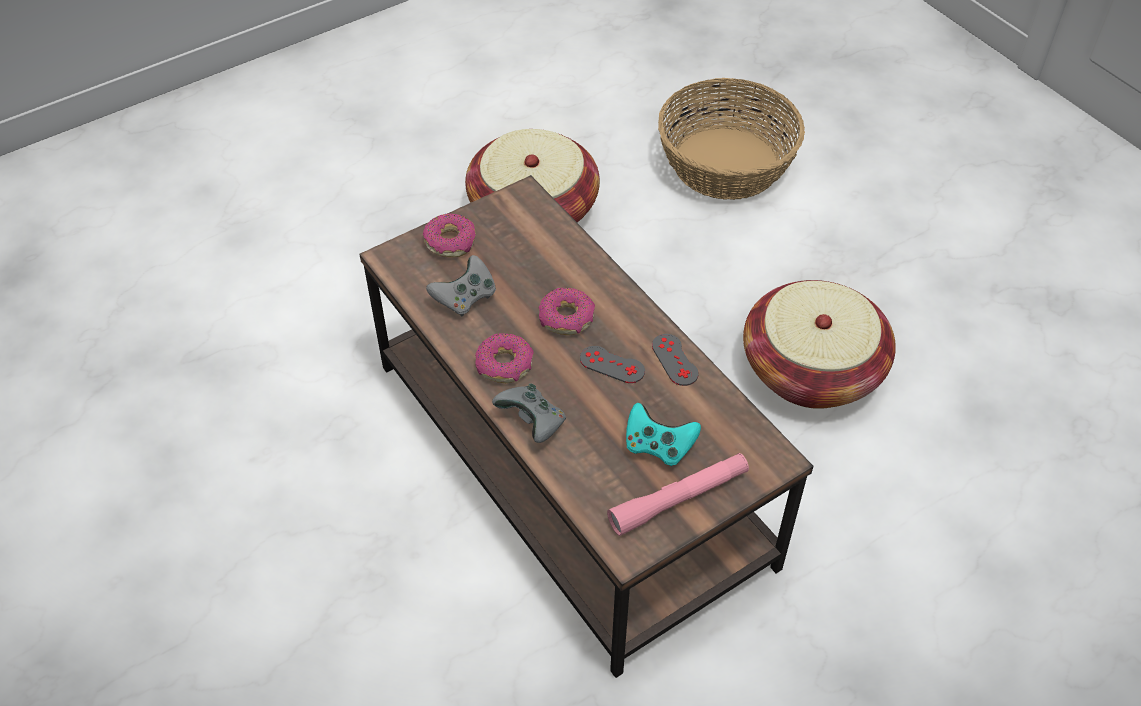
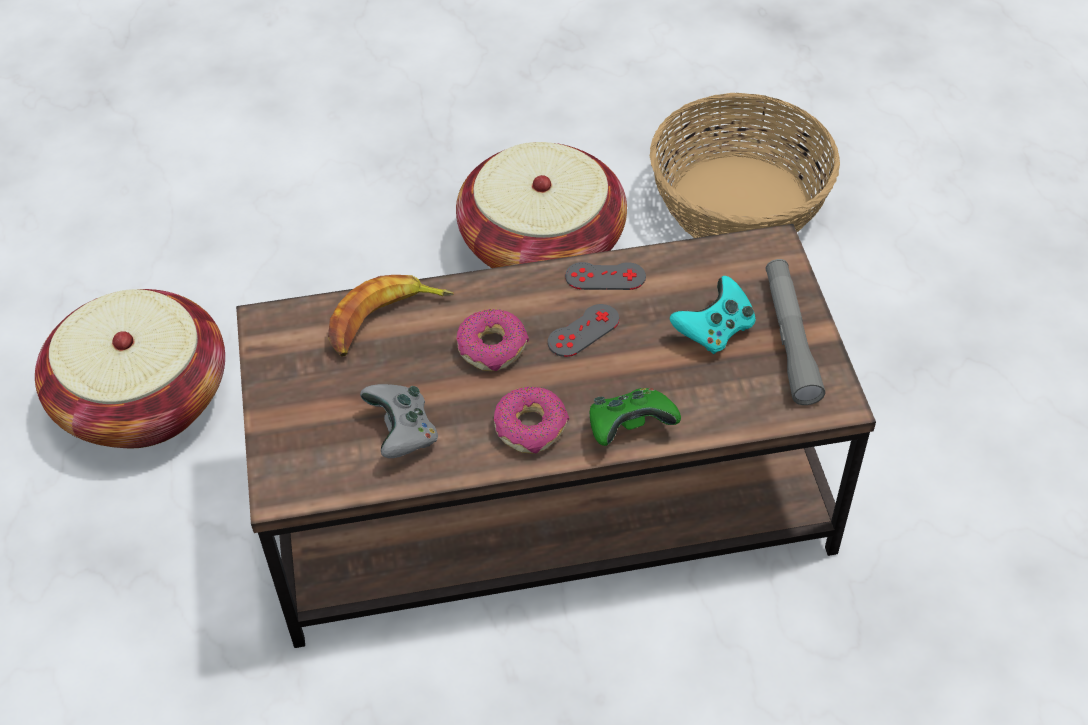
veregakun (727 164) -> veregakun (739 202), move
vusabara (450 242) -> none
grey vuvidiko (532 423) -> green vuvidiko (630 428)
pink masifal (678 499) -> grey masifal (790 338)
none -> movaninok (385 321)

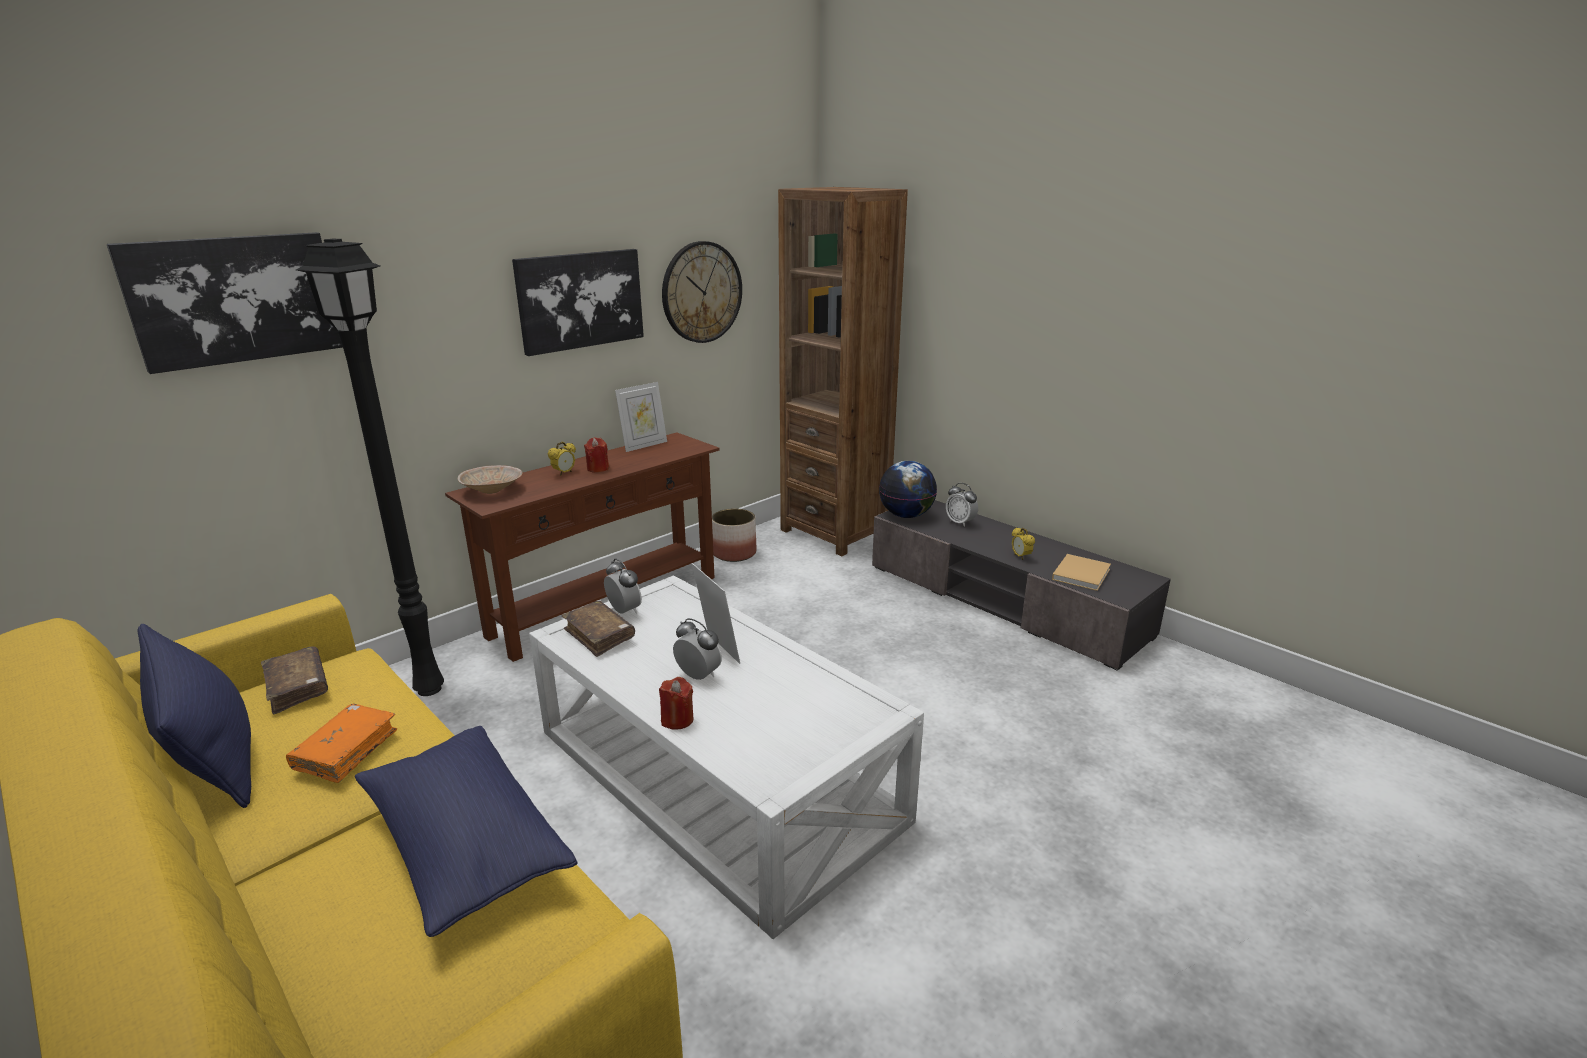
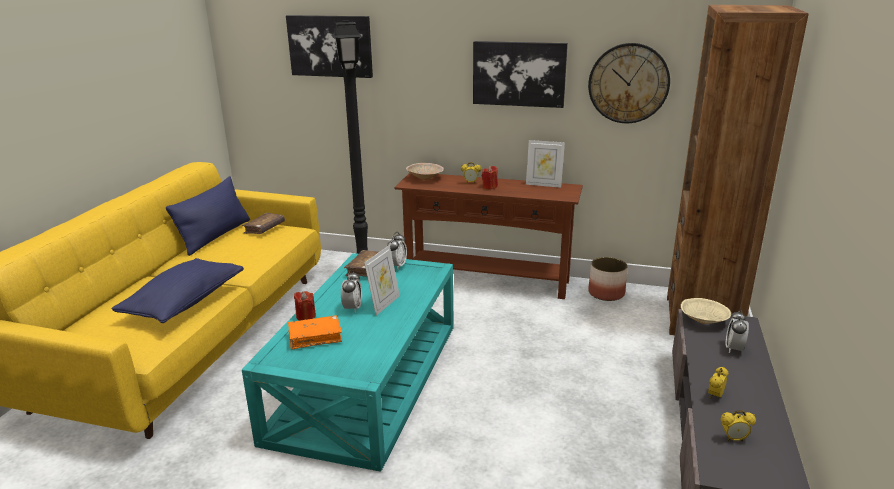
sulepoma (906 515) -> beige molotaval (704 321)
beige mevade (1081 573) -> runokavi (734 439)
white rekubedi (714 776) -> turquoise rekubedi (365 379)
orange mevade (346 751) -> orange mevade (315 337), move

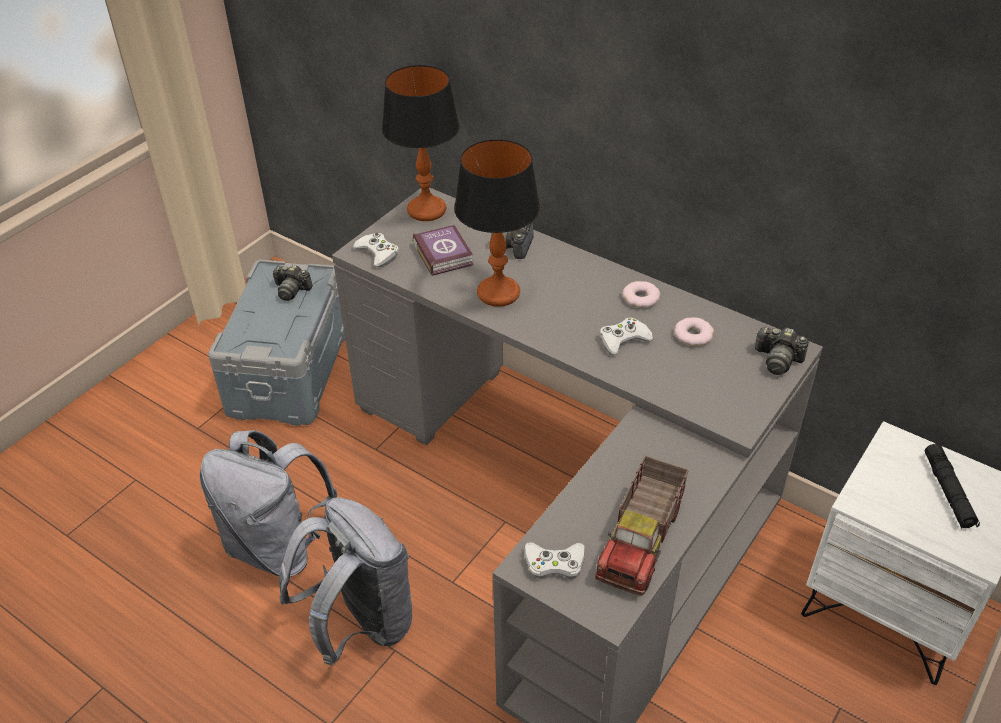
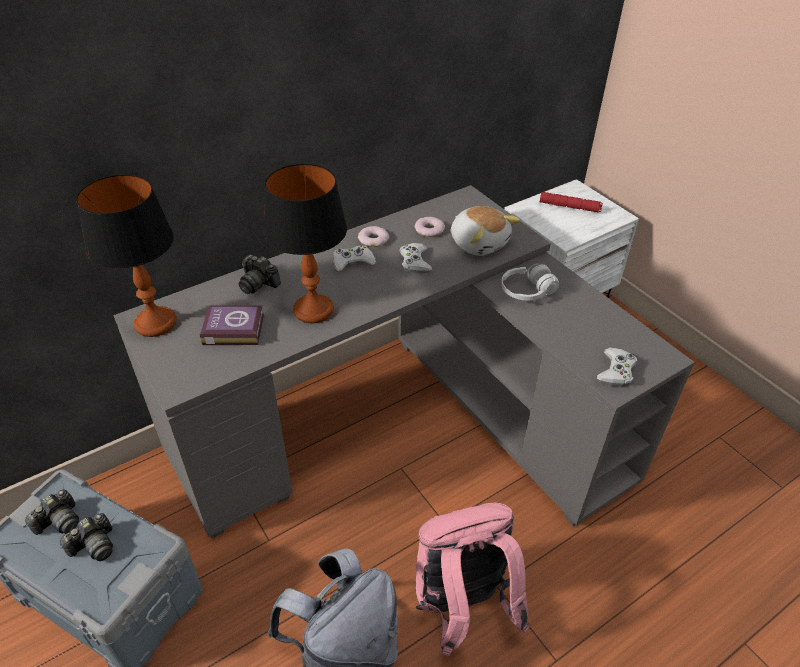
white vuvidiko (378 253) -> white vuvidiko (353 262), move
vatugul (777 360) -> vatugul (94 545), move
black masifal (948 492) -> red masifal (569 207)
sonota (642 541) -> none
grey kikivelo (360 624) -> pink kikivelo (462 607)
none -> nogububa (479 243)
none -> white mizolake (527 291)

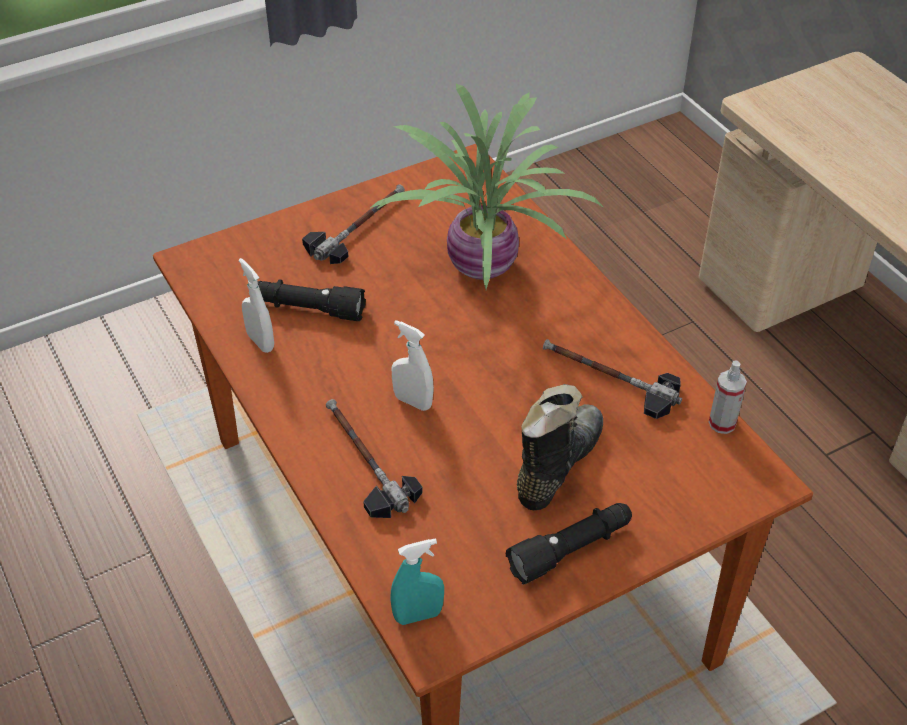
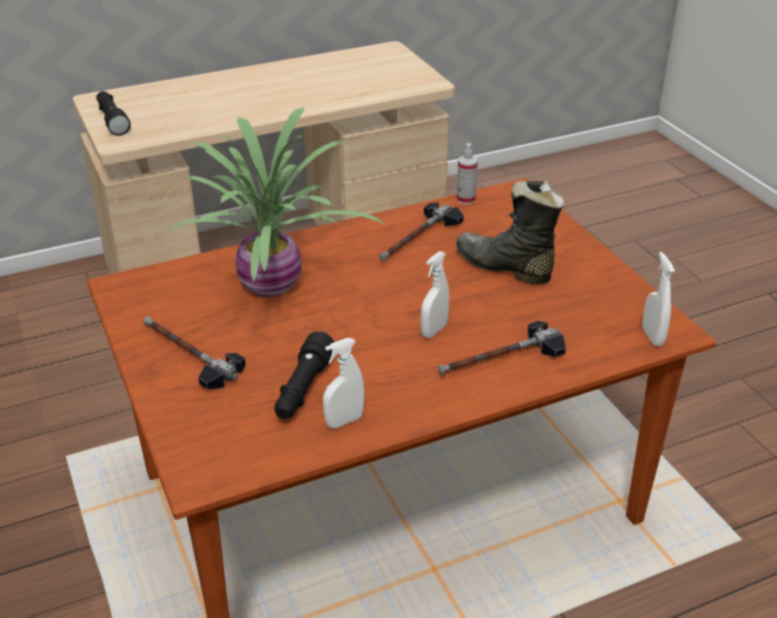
black masifal (571 549) -> black masifal (112 120), move
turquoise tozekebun (418 615) -> white tozekebun (652 337)

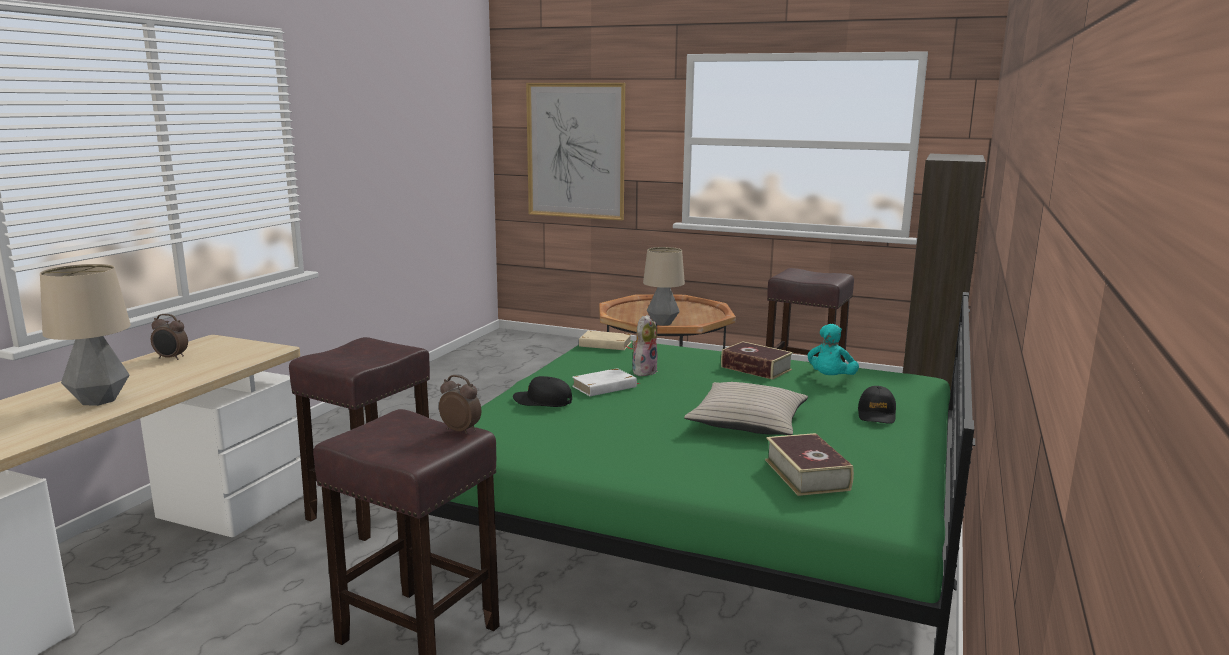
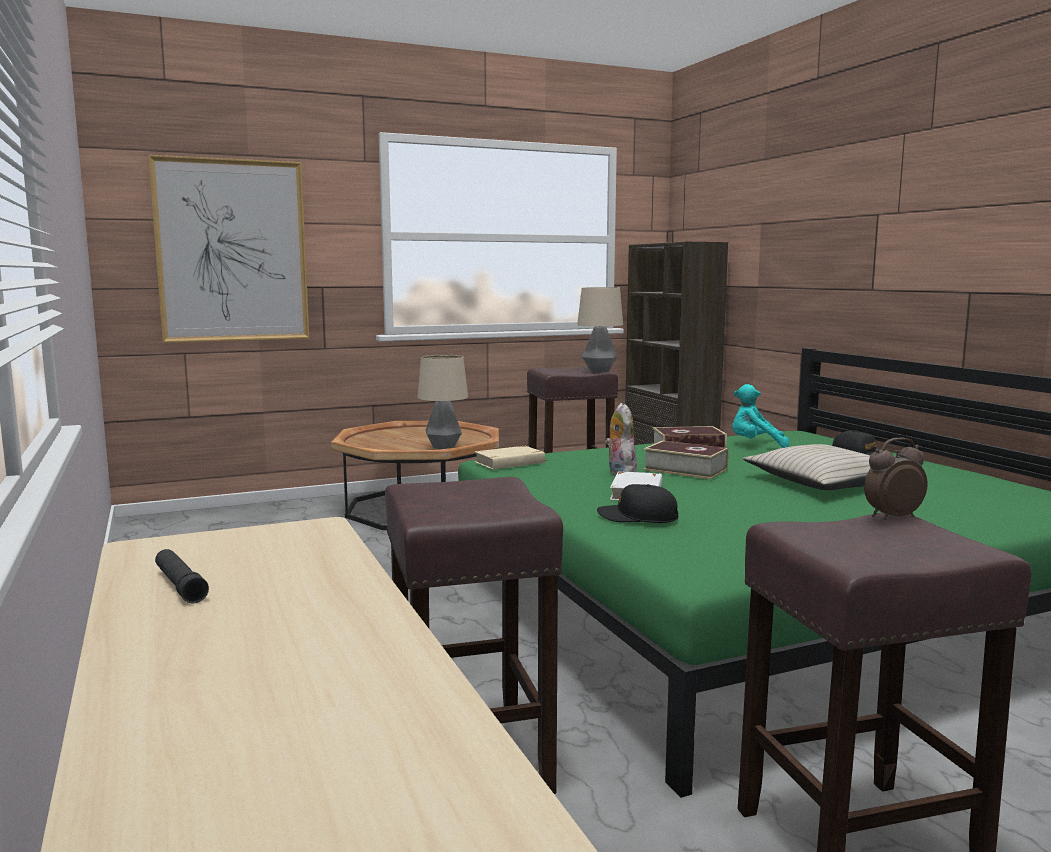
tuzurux (98 400) -> tuzurux (599 370), move
runokavi (171 358) -> black masifal (180 585)
turquoise nogububa (830 379) -> turquoise nogububa (755 445), 120 degrees clockwise
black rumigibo (542 401) -> black rumigibo (637 517), 45 degrees clockwise
mevade (806 474) -> mevade (685 469), move

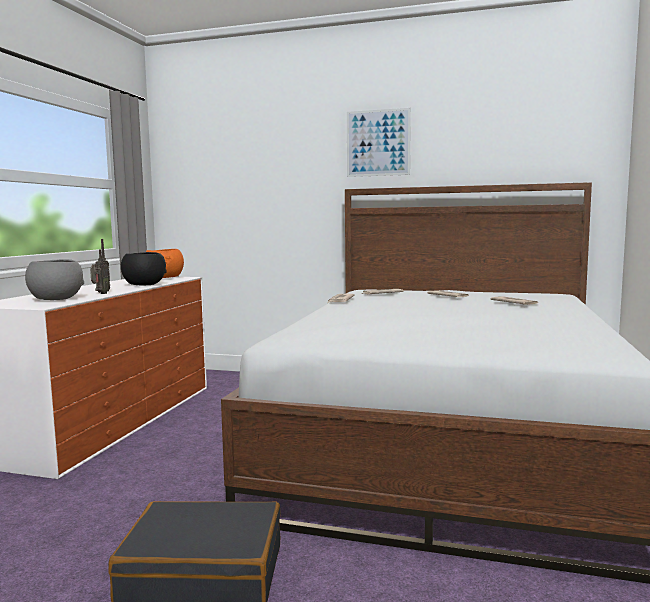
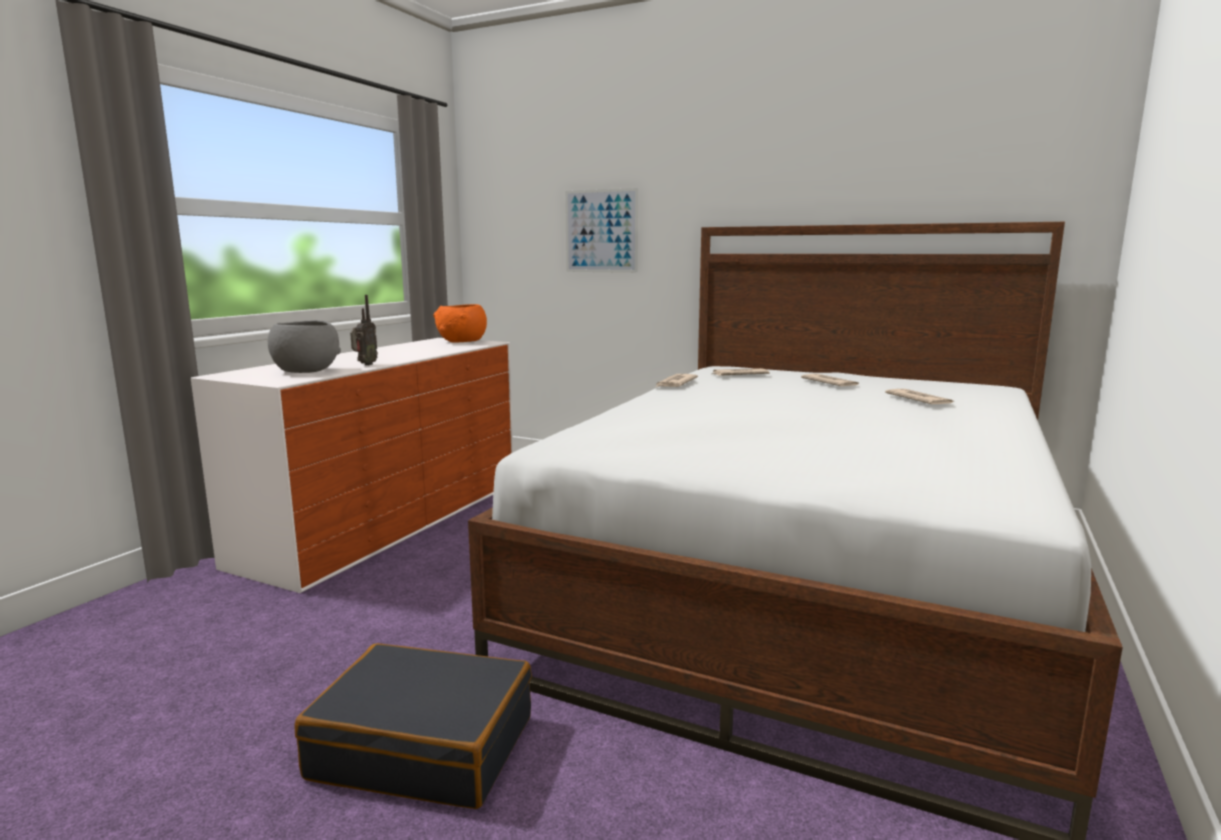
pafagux (378 143) -> pafagux (601 231), move
black molotaval (144 285) -> none

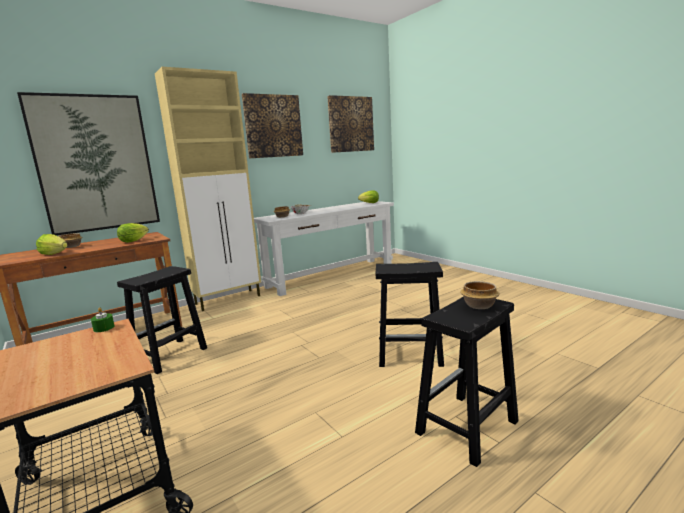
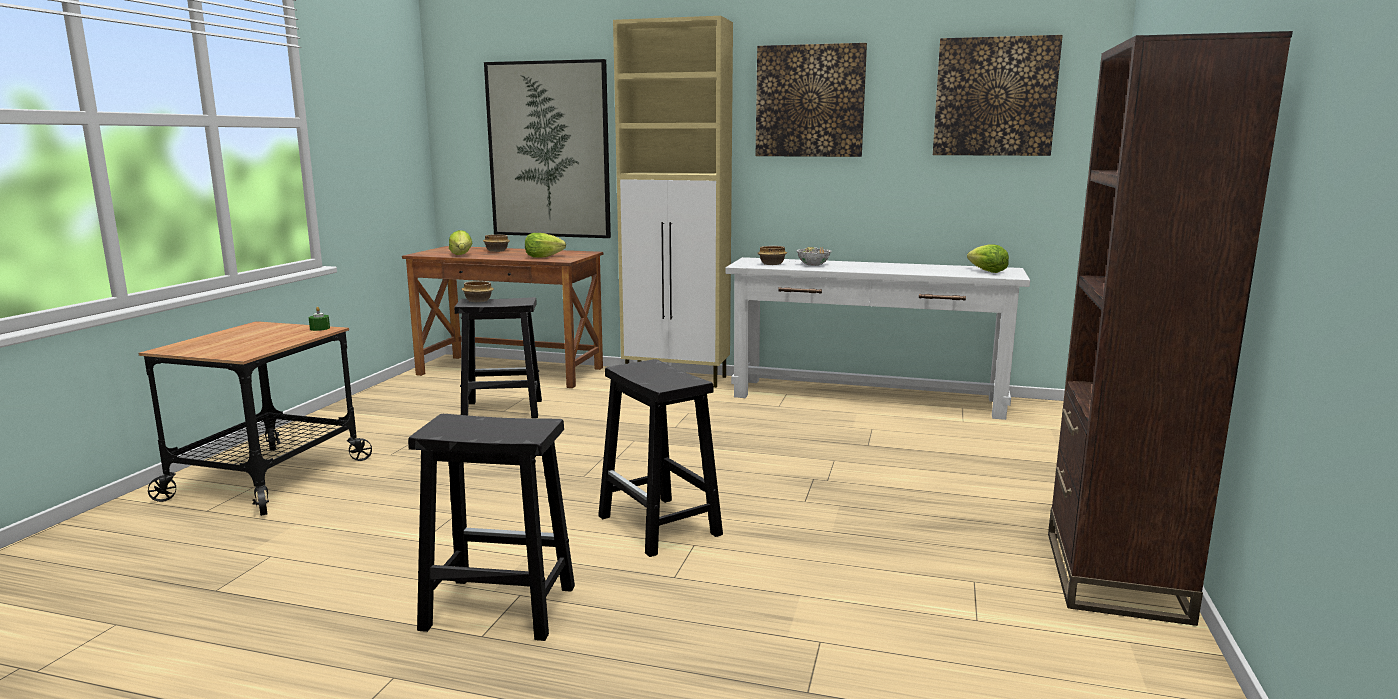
molotaval (478 306) -> molotaval (478 300), move
none -> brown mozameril (1114 575)

